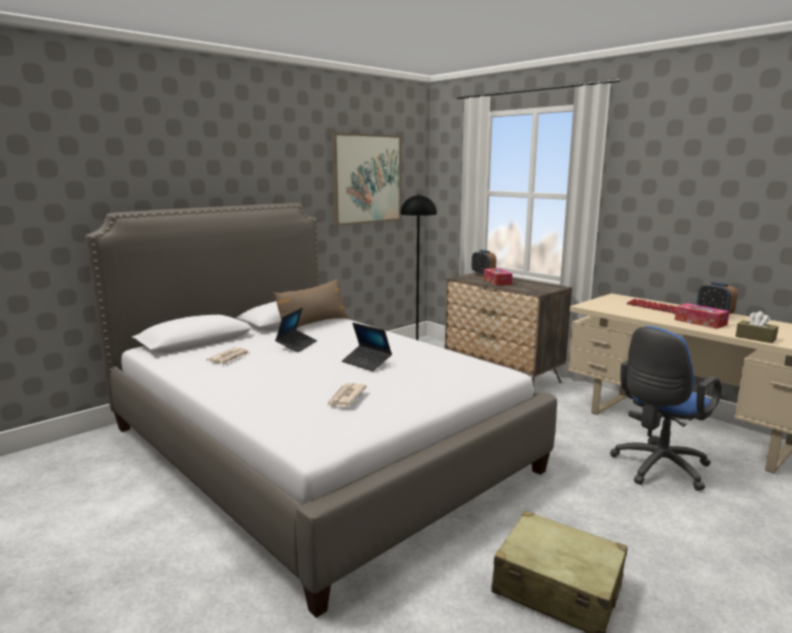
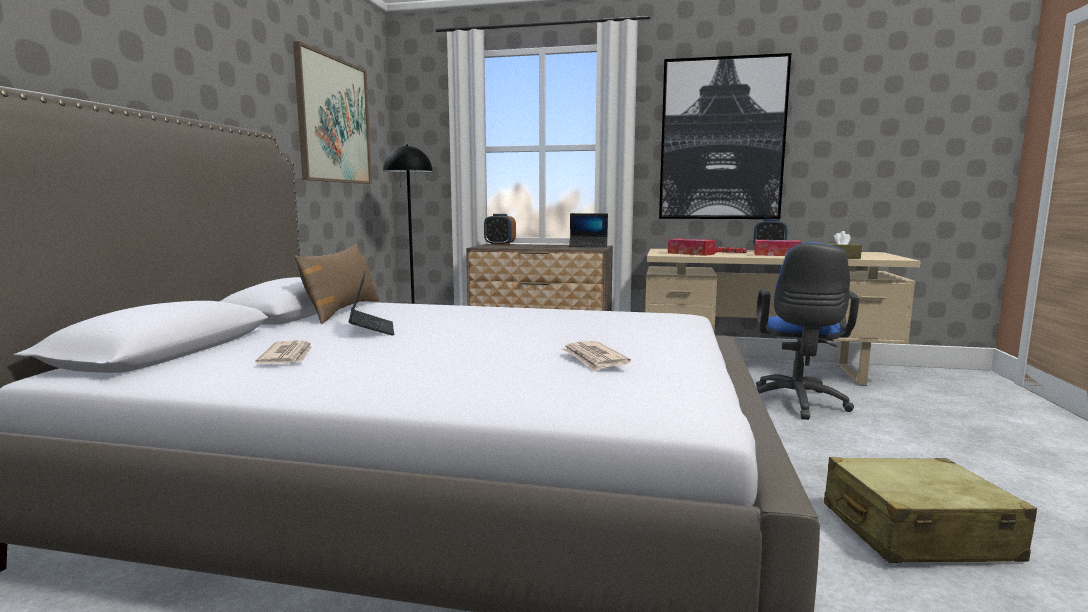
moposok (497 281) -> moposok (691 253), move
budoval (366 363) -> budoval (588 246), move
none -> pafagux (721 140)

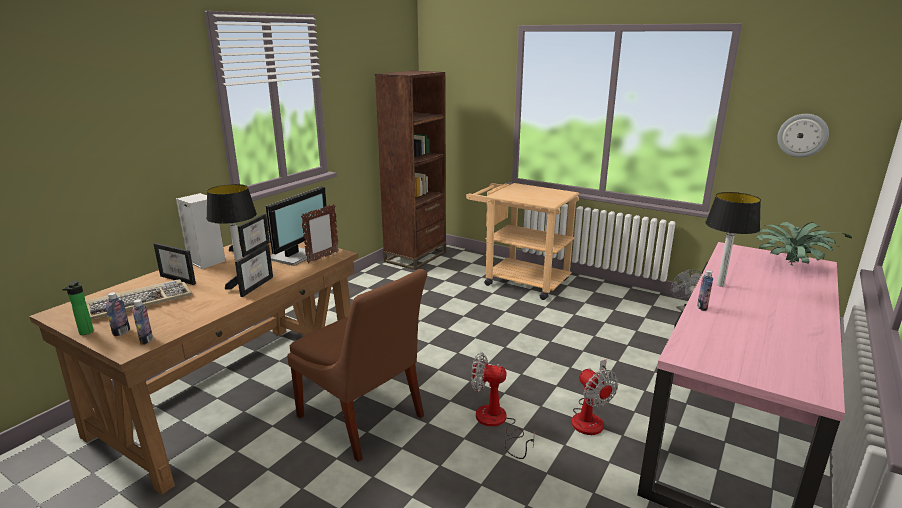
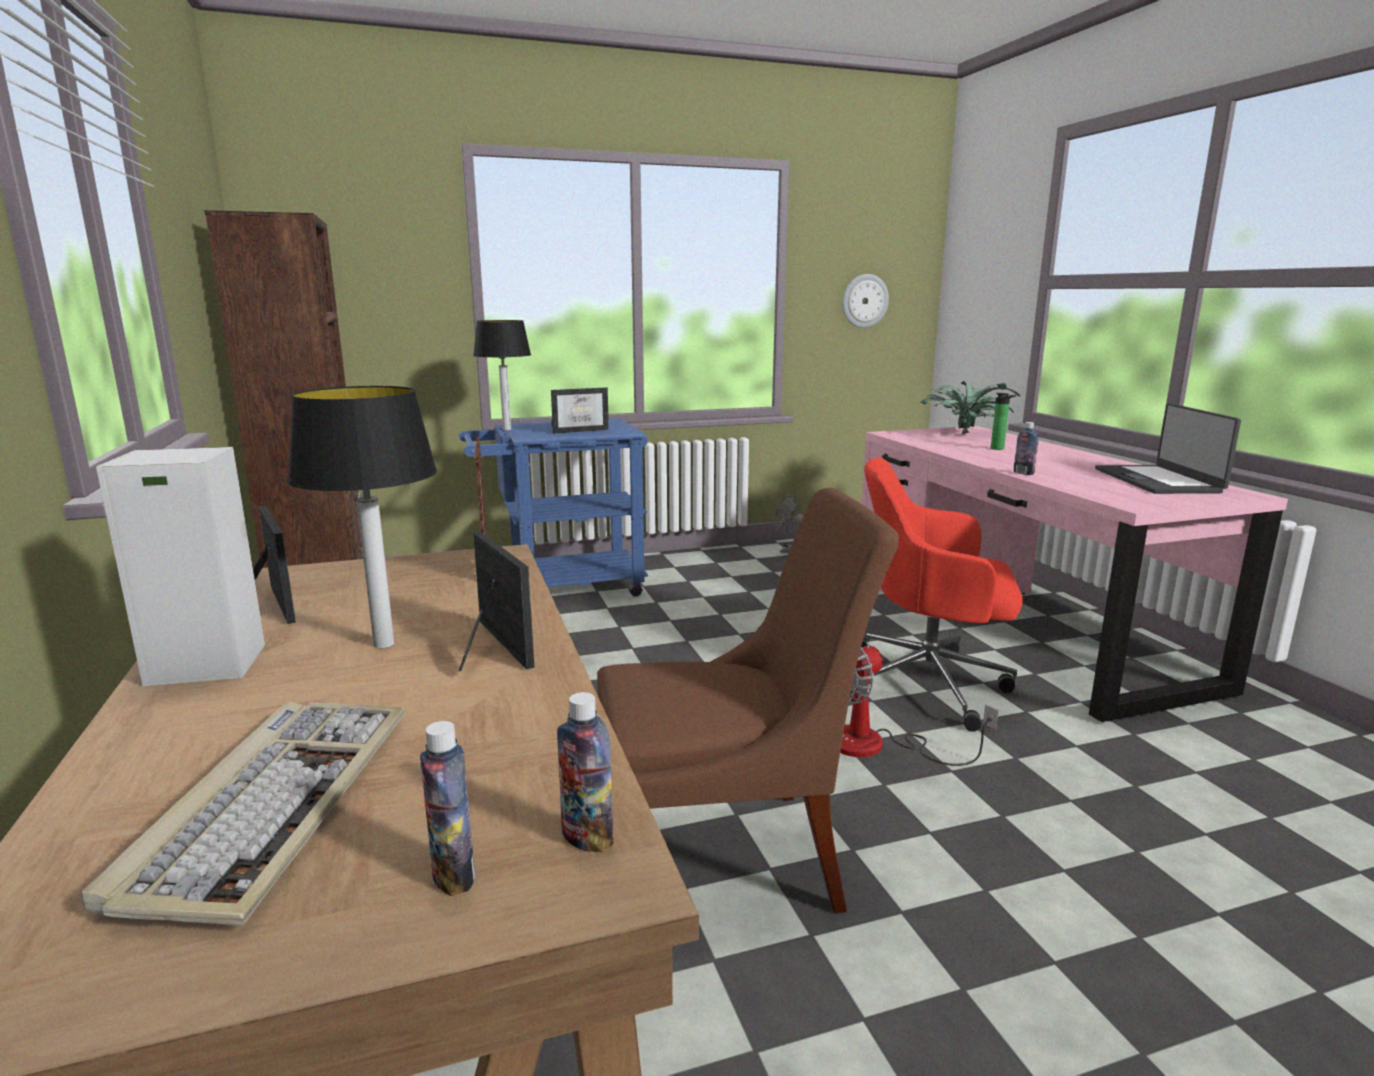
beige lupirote (519 280) -> blue lupirote (562 587)
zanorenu (294 256) -> none
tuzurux (721 285) -> tuzurux (507 429), move
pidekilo (182 278) -> pidekilo (580 430), move
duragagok (85 333) -> duragagok (999 449), move
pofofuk (590 417) -> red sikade (930 683)
none -> budoval (1158 480)

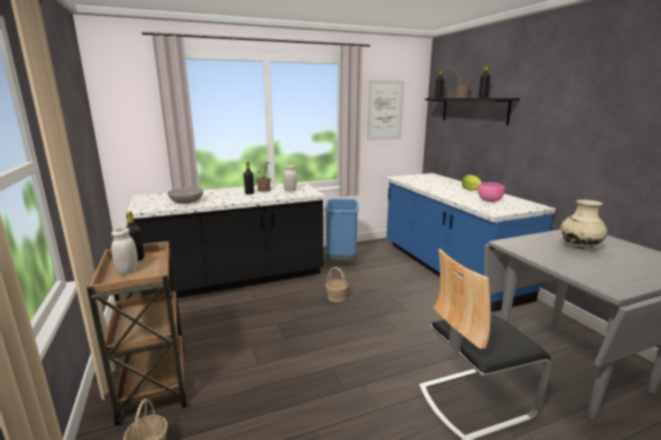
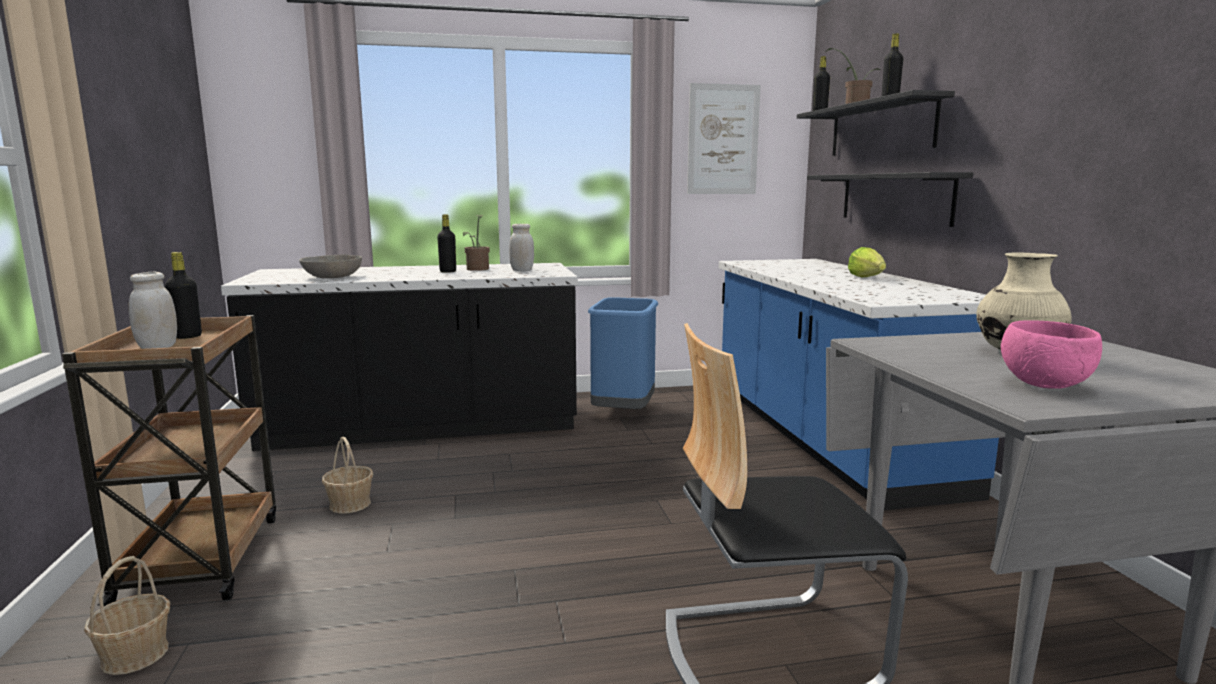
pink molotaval (489 201) -> pink molotaval (1043 385), move
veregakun (336 297) -> veregakun (350 504), move
none -> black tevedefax (894 198)

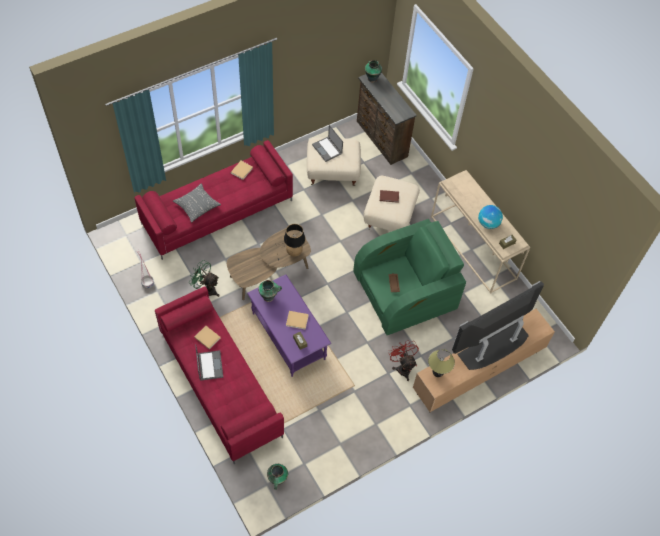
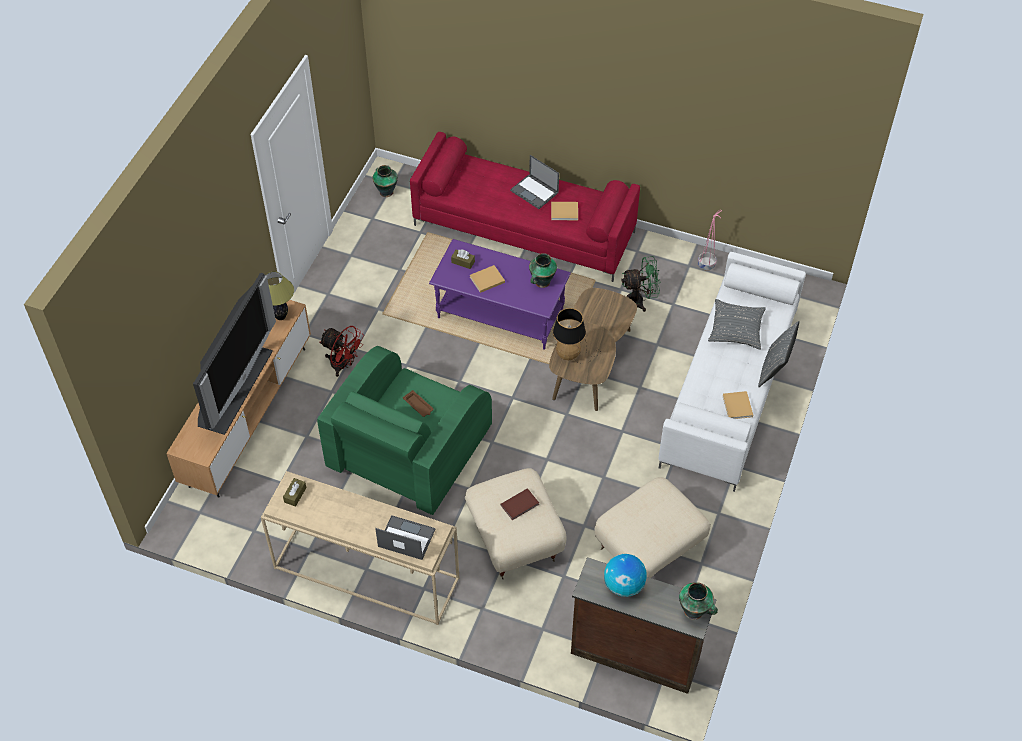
budoval (327 149) -> budoval (405 538), move
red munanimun (217 212) -> white munanimun (729 390)
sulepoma (488 223) -> sulepoma (624 585), move
none -> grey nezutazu (775 369)

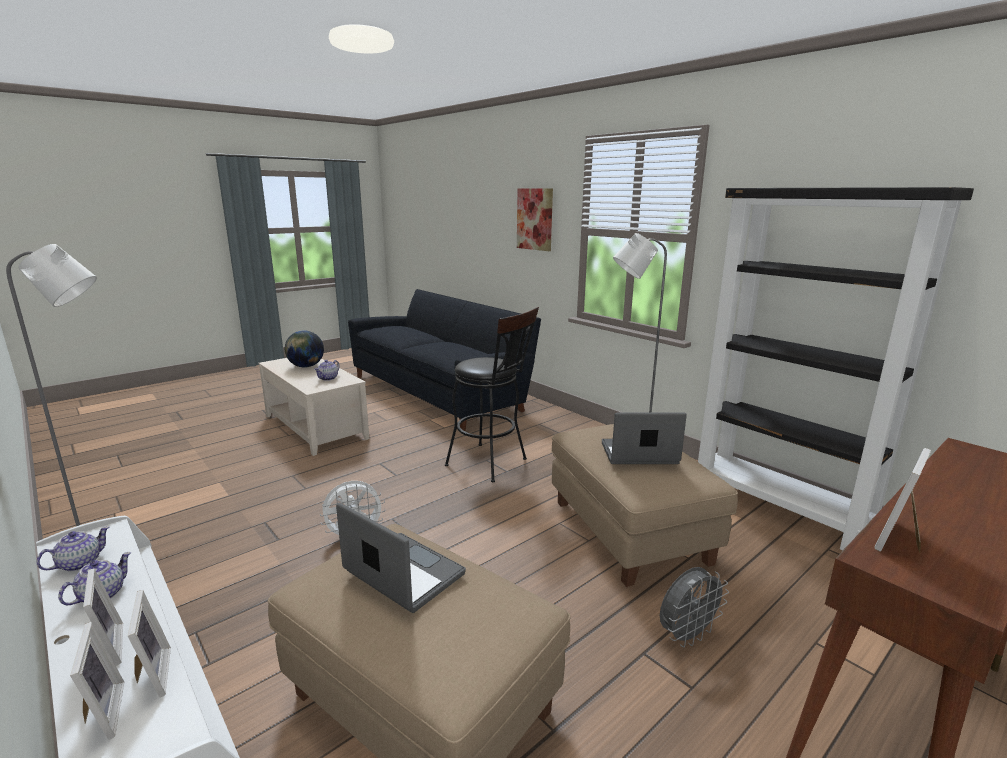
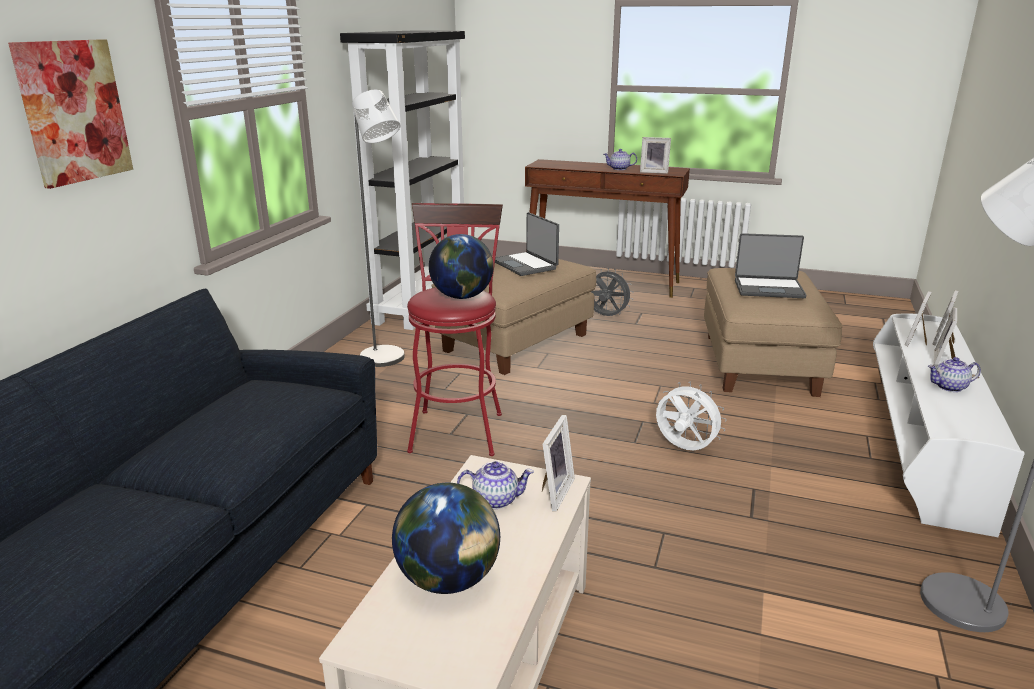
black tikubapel (492 464) -> red tikubapel (457 427)
budoval (402 574) -> budoval (768 288), 90 degrees counterclockwise
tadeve (80 563) -> tadeve (619 169), move
none -> sulepoma (462 296)
none -> pidekilo (552 492)

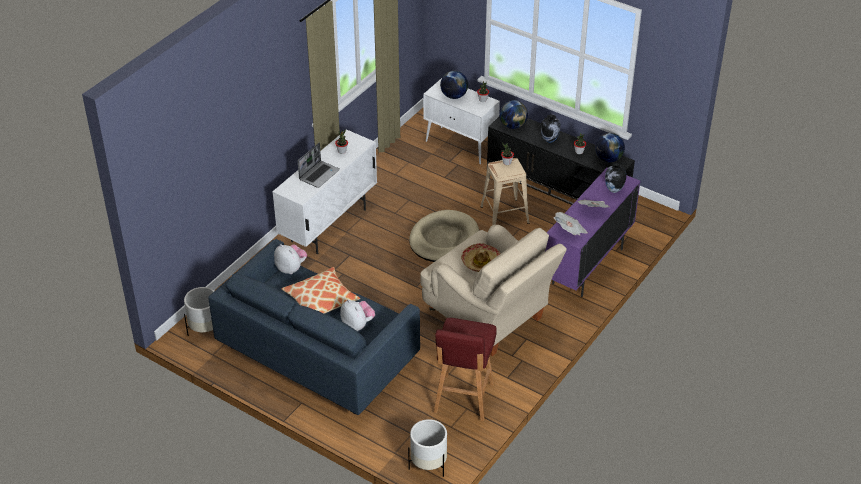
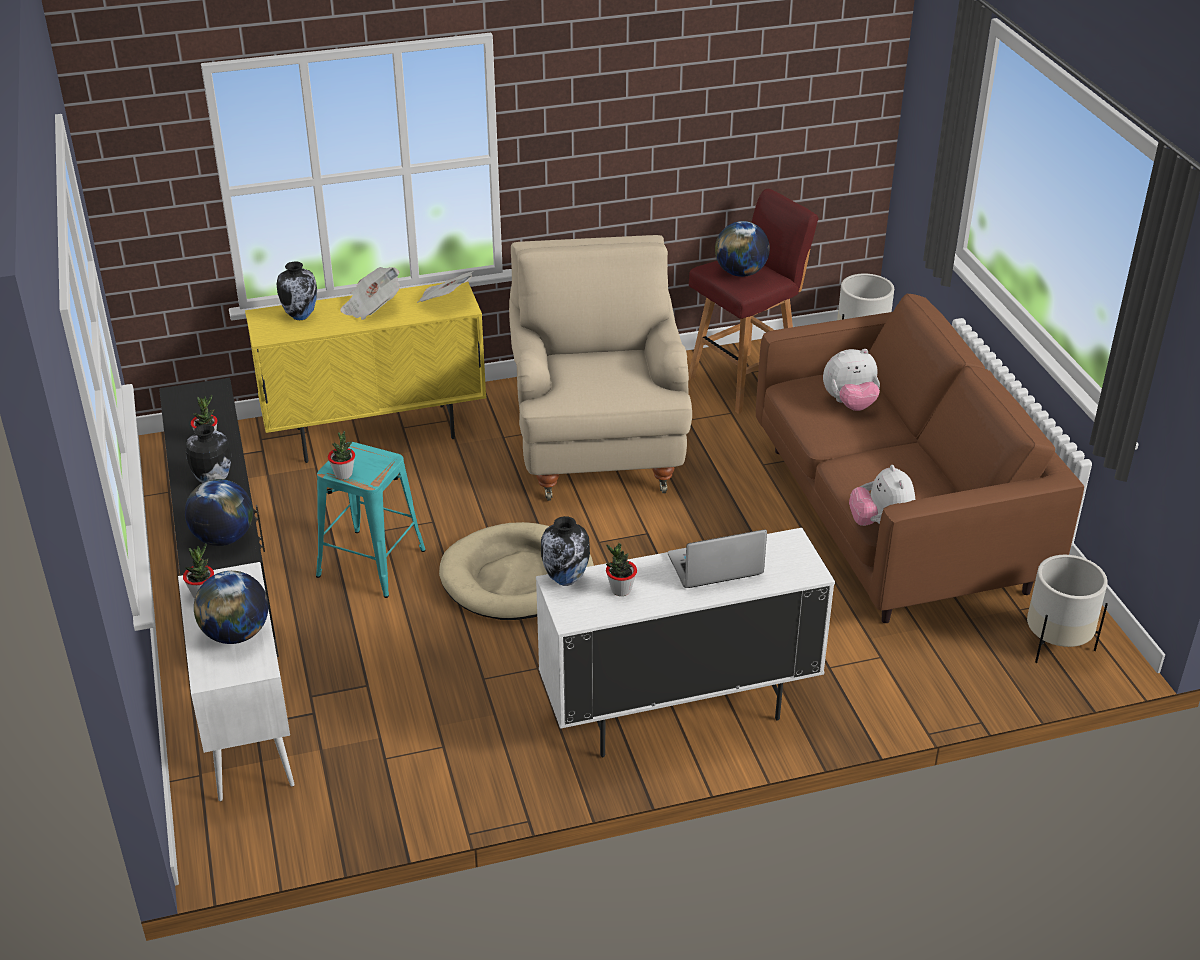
sulepoma (608 159) -> sulepoma (740 273), move
beige tikubapel (504 215) -> turquoise tikubapel (372 562)
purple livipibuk (587 266) -> yellow livipibuk (376 433)
blue munanimun (319 355) -> brown munanimun (893 517)
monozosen (481 262) -> none
nezutazu (321 300) -> none
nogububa (357 325) -> nogububa (850 404), 105 degrees counterclockwise
none -> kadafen (566 579)

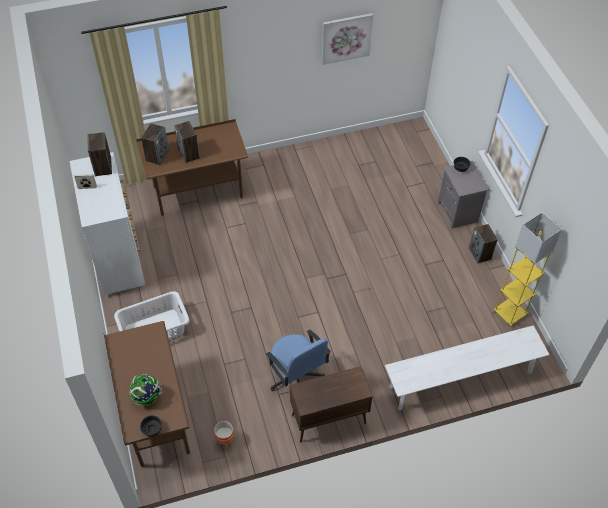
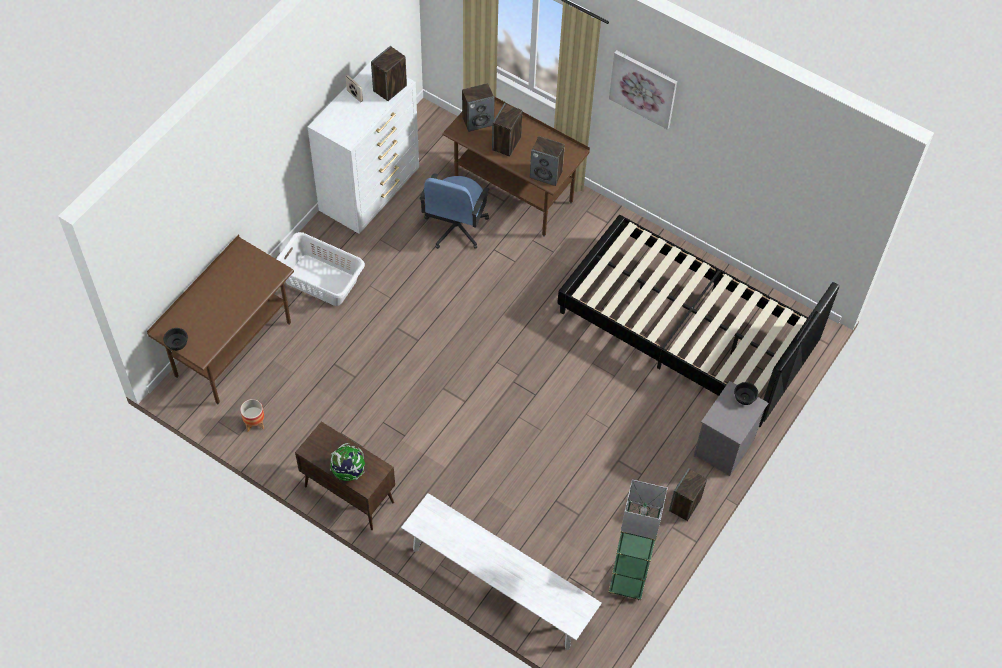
pafagux (346 38) -> pafagux (643 88), move
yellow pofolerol (509 313) -> green pofolerol (627 583)
blue sikade (296 377) -> blue sikade (455 227), move
sulepoma (147 397) -> sulepoma (349 471), move
none -> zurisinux (546 174)
none -> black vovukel (686 331)

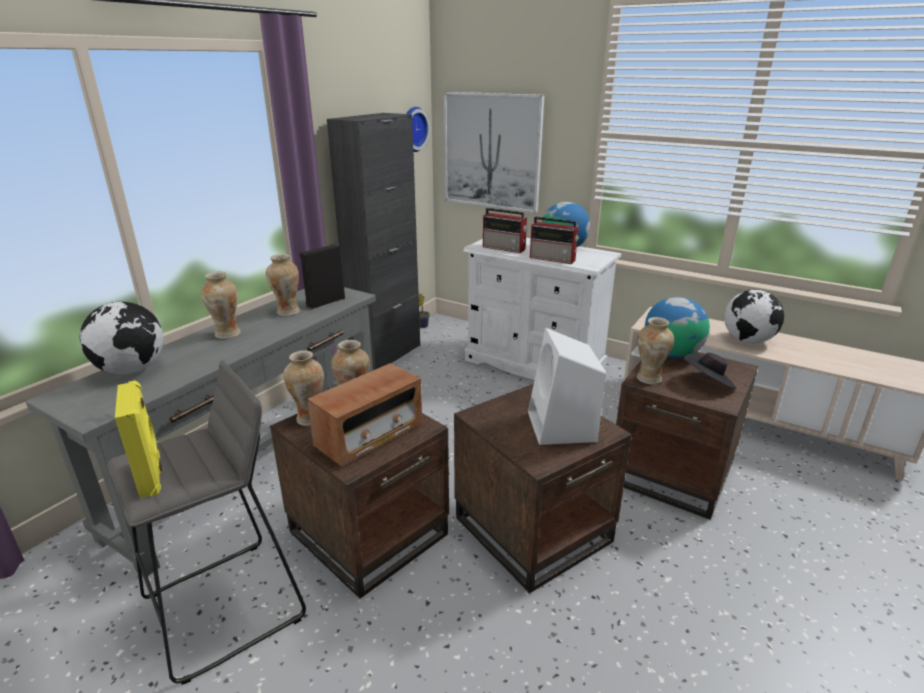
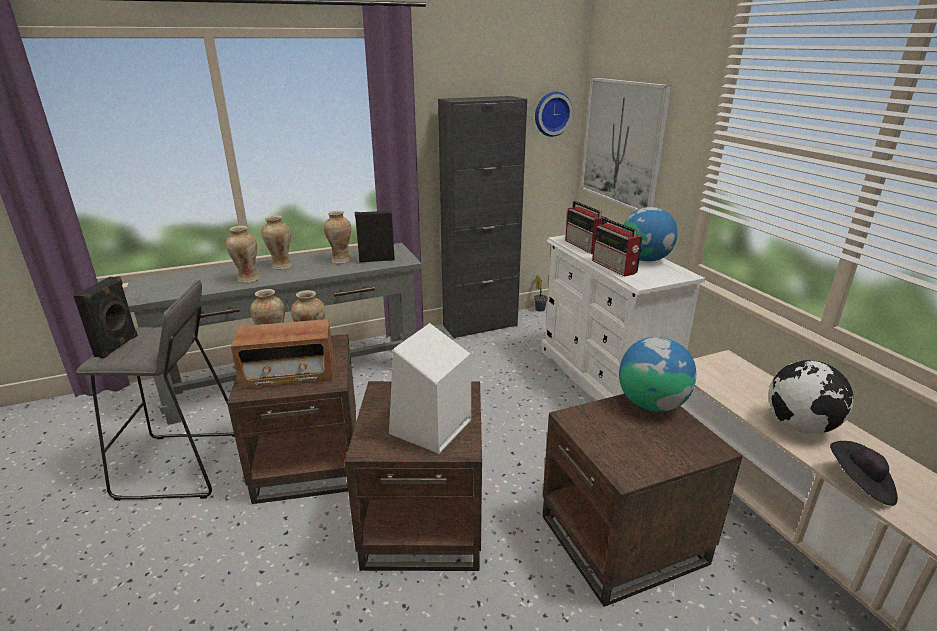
sulepoma (132 370) -> none
kadafen (649 379) -> kadafen (247 279), move
black monozosen (708 383) -> black monozosen (860 485), move
yellow zurisinux (152 476) -> black zurisinux (118 346)

